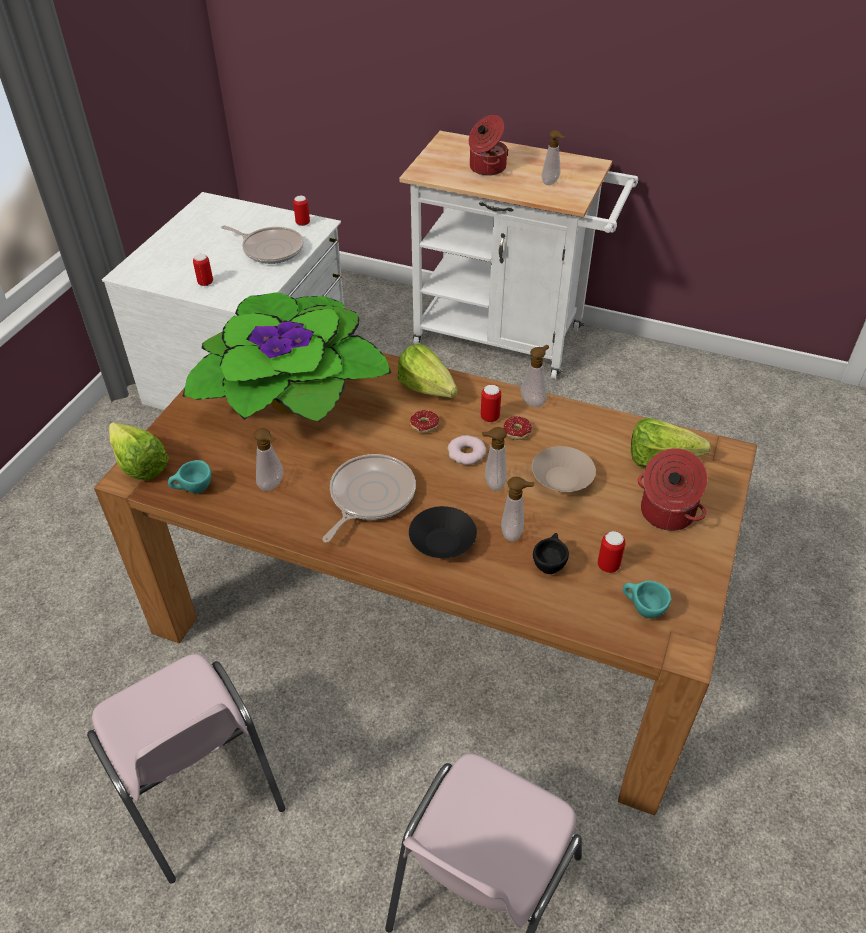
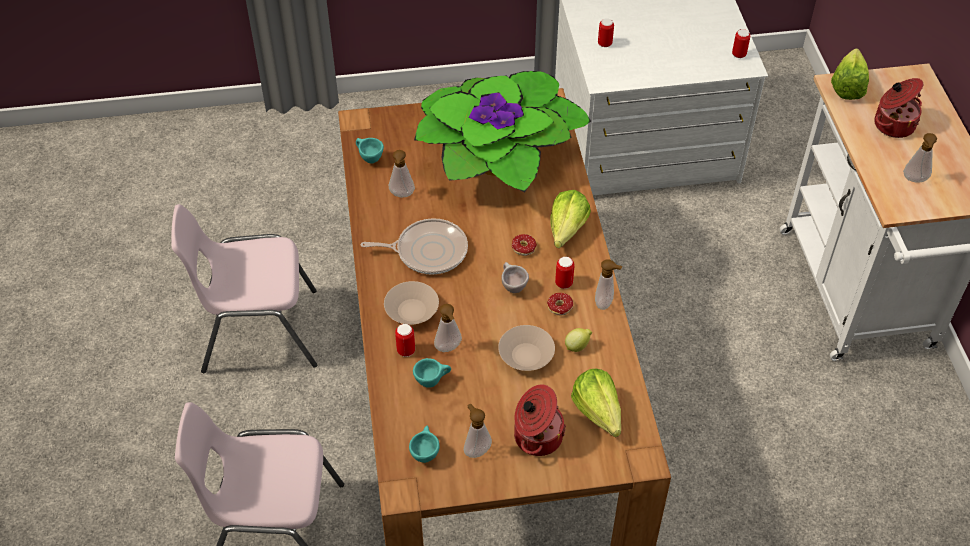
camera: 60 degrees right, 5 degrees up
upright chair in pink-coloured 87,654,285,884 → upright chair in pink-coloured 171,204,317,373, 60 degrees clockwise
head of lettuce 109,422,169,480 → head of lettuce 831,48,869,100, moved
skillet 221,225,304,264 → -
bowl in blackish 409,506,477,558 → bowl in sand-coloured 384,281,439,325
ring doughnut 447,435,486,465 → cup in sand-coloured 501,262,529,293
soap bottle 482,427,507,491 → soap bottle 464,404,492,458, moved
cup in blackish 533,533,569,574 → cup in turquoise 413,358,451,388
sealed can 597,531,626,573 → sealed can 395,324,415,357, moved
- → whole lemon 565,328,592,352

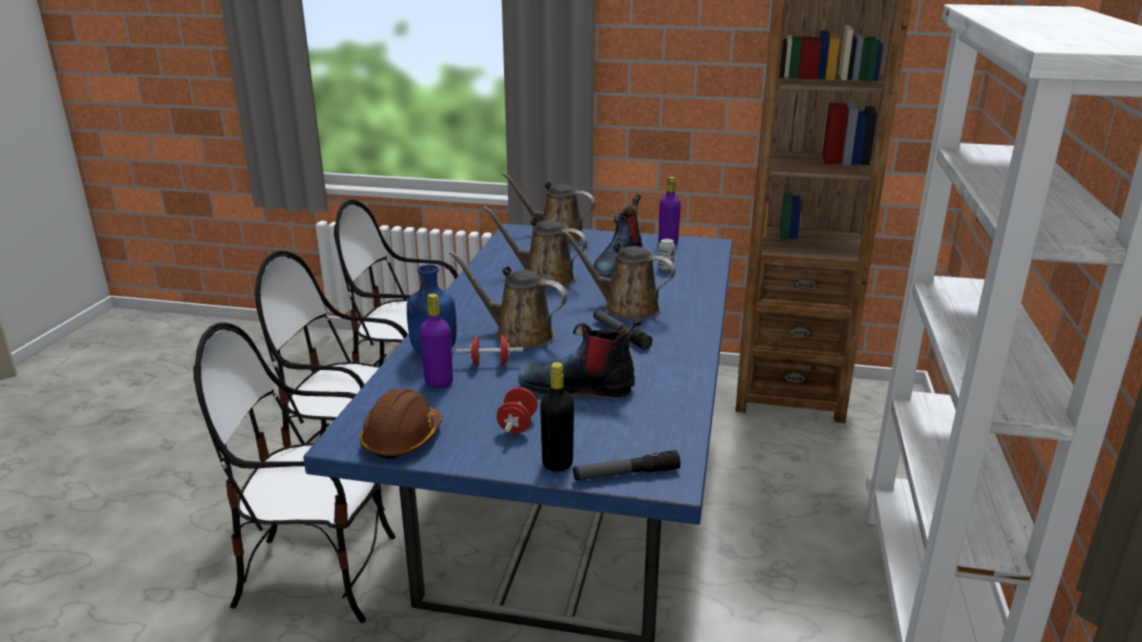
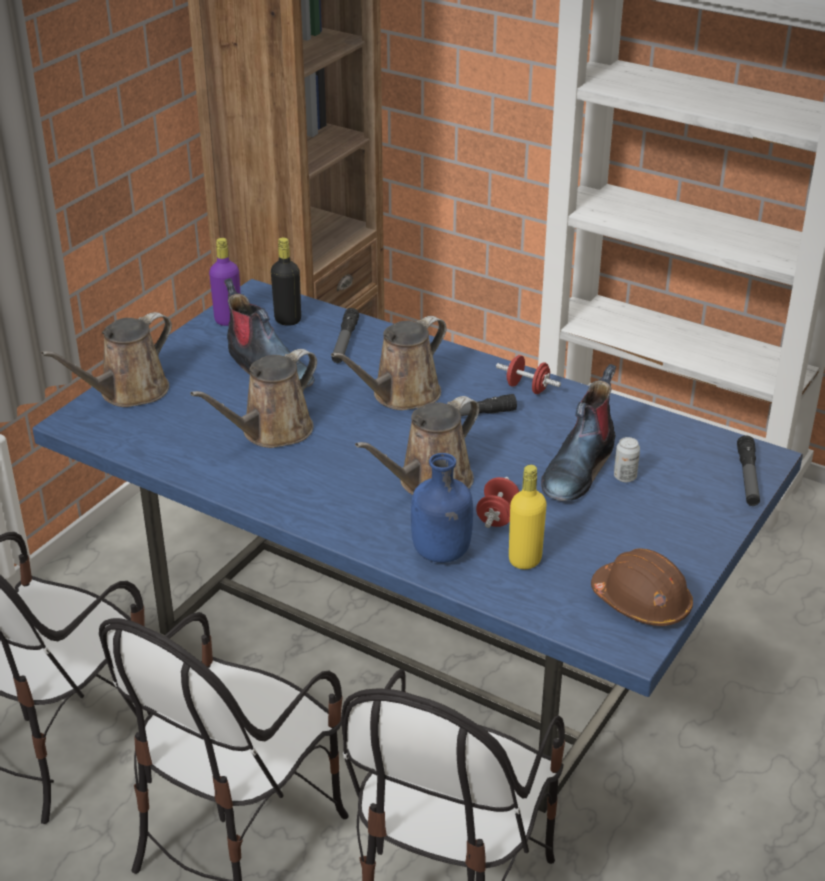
camera: 70 degrees left, 10 degrees up
beverage bottle in purplish 420,294,453,388 → beverage bottle in yellow 509,465,547,569
dumbbell in red 497,387,538,434 → dumbbell in red 496,355,561,394, moved
beverage bottle in blackish 540,362,574,472 → beverage bottle in blackish 271,237,301,326, moved
sealed can 658,239,675,270 → sealed can 614,437,640,482, moved
- → hand torch 332,308,359,363

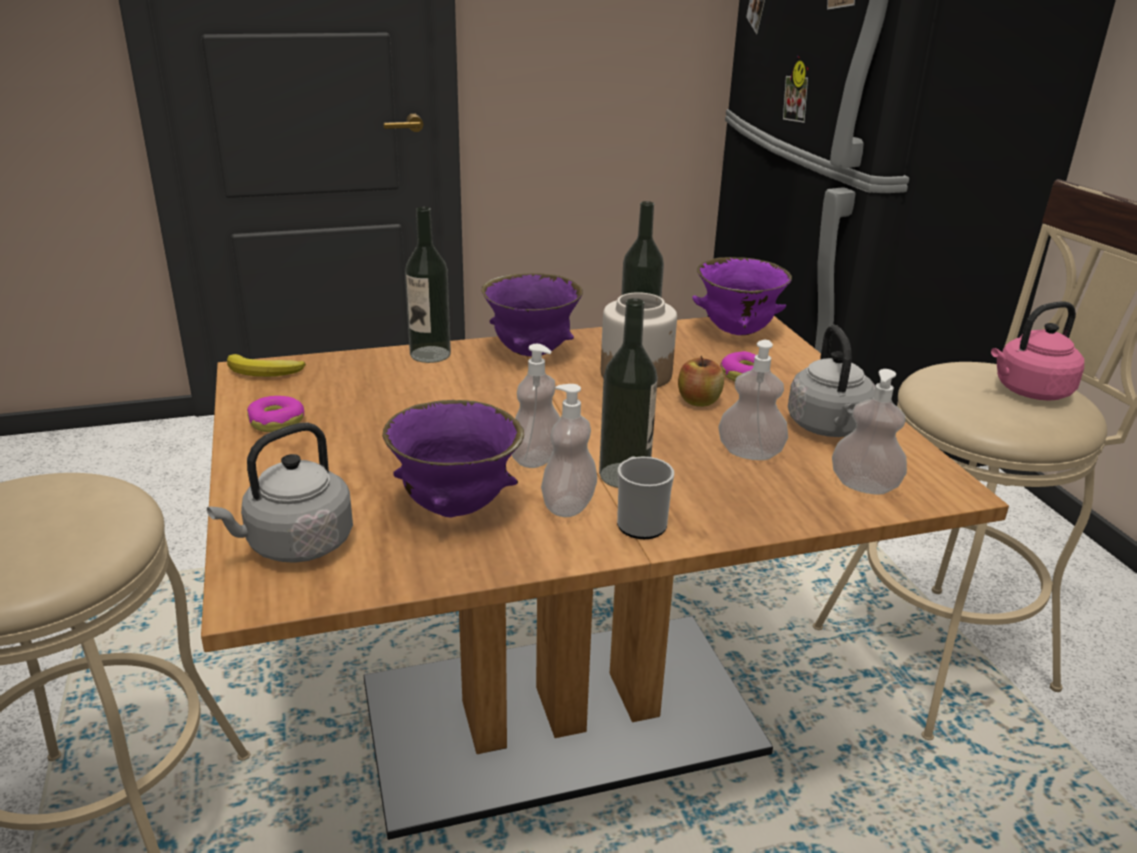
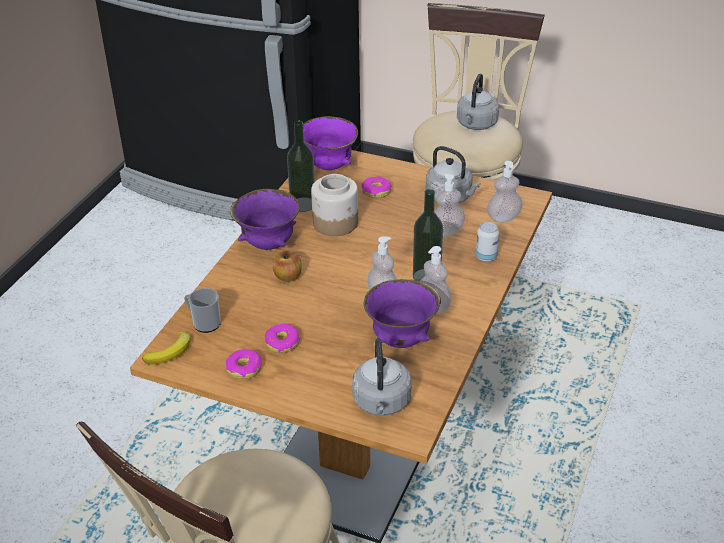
camera: 50 degrees left, 10 degrees up
beverage bottle 405,207,451,363 → -
coffee mug 617,456,674,539 → coffee mug 184,288,221,333, moved
apple 678,356,724,407 → apple 273,251,302,282, moved
kettle in pink-coloured 991,301,1084,401 → kettle in gray 457,74,499,130
- → ring doughnut 265,324,300,353
- → sealed can 476,222,499,262

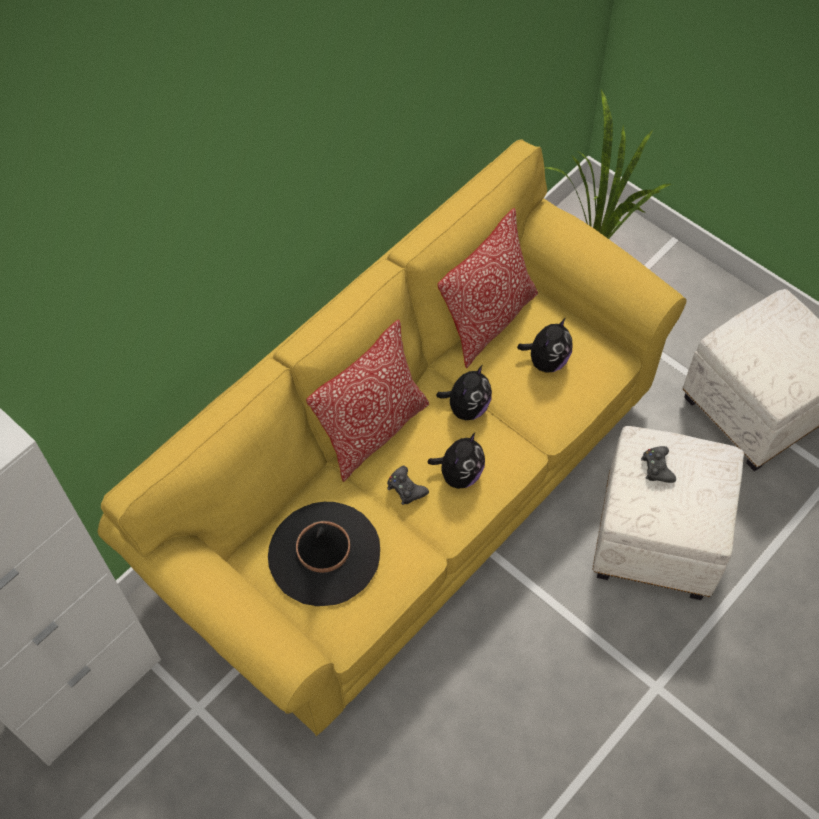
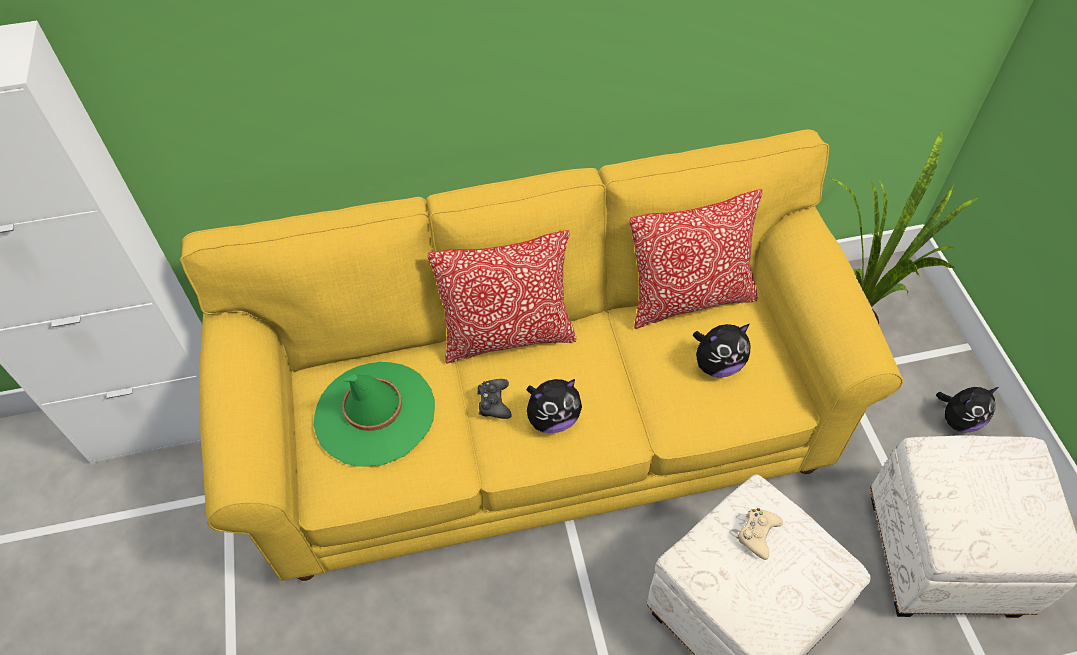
camera: 35 degrees right, 5 degrees down
wearable hat in blackish 268,502,380,606 → wearable hat in greenish 314,362,435,467
soft toy 436,365,492,420 → soft toy 936,387,999,432, moved
joypad in blackish 641,446,676,483 → joypad in sand-coloured 736,508,783,560

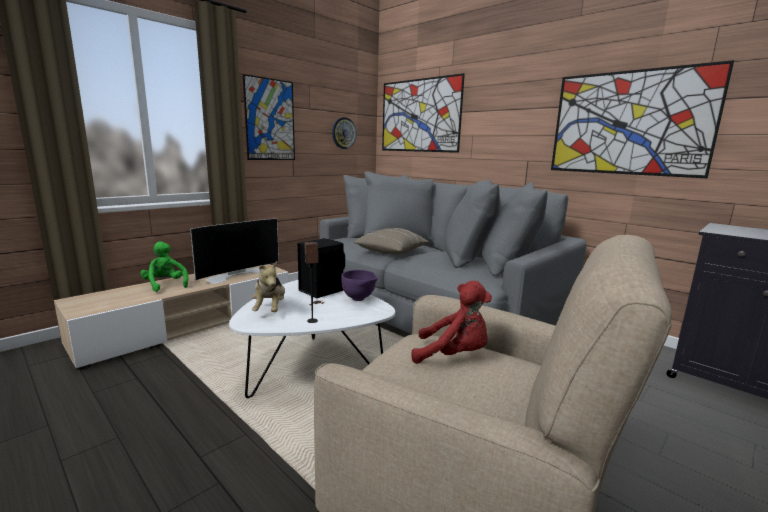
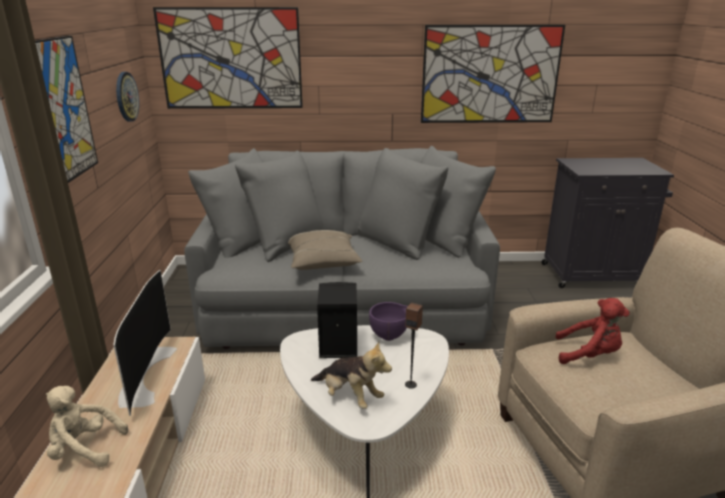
camera: 45 degrees left, 10 degrees up
soft toy in greenish 140,241,188,292 → soft toy in sand-coloured 46,386,128,467
soft toy in red 411,281,492,364 → soft toy in red 556,298,630,364, 45 degrees clockwise

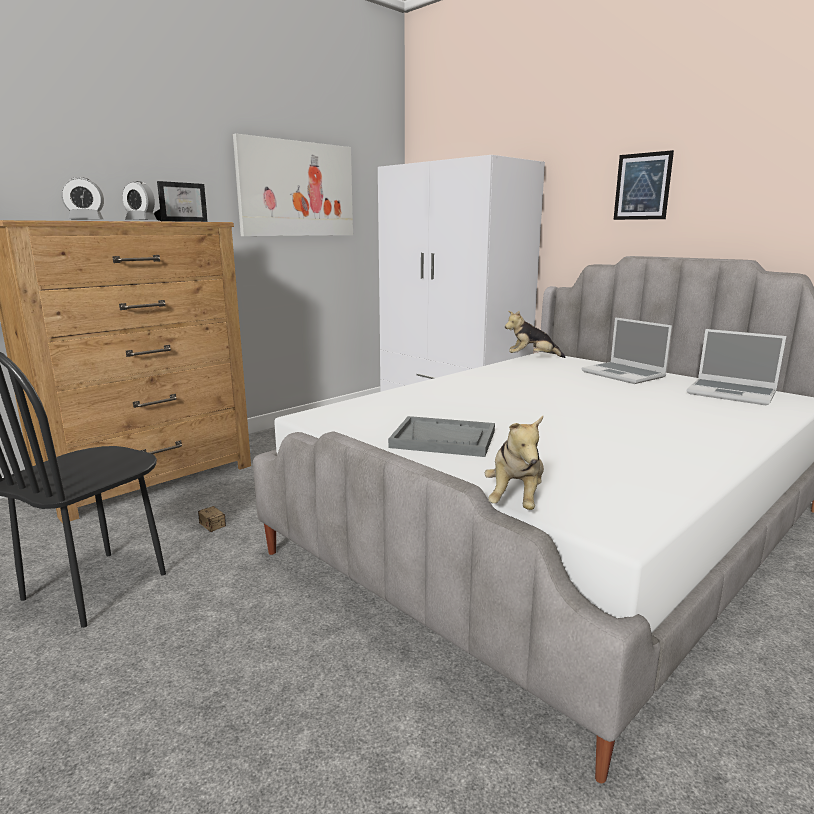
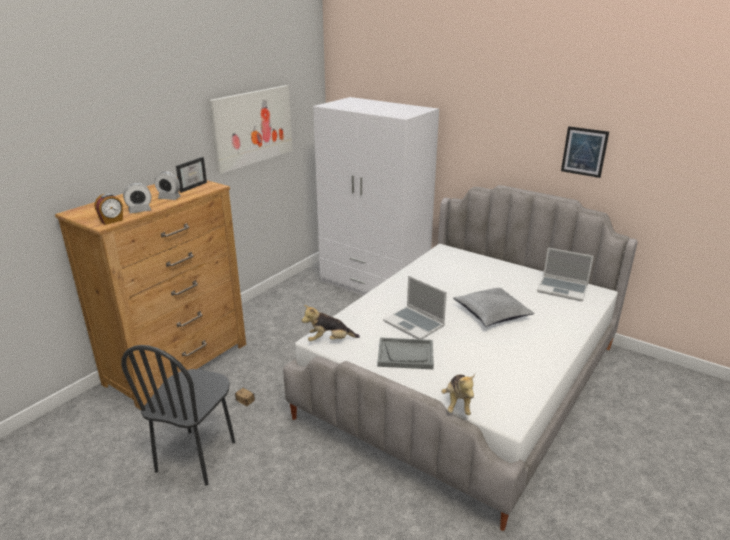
camera: 10 degrees left, 10 degrees up
soft toy 505,311,565,358 → soft toy 301,305,360,341, moved
portable computer 582,317,672,384 → portable computer 383,276,447,339, moved
wall art 613,150,674,220 → wall art 561,126,609,178, moved
- → bedside clock 95,194,123,225
- → cushion in gray 453,288,535,327

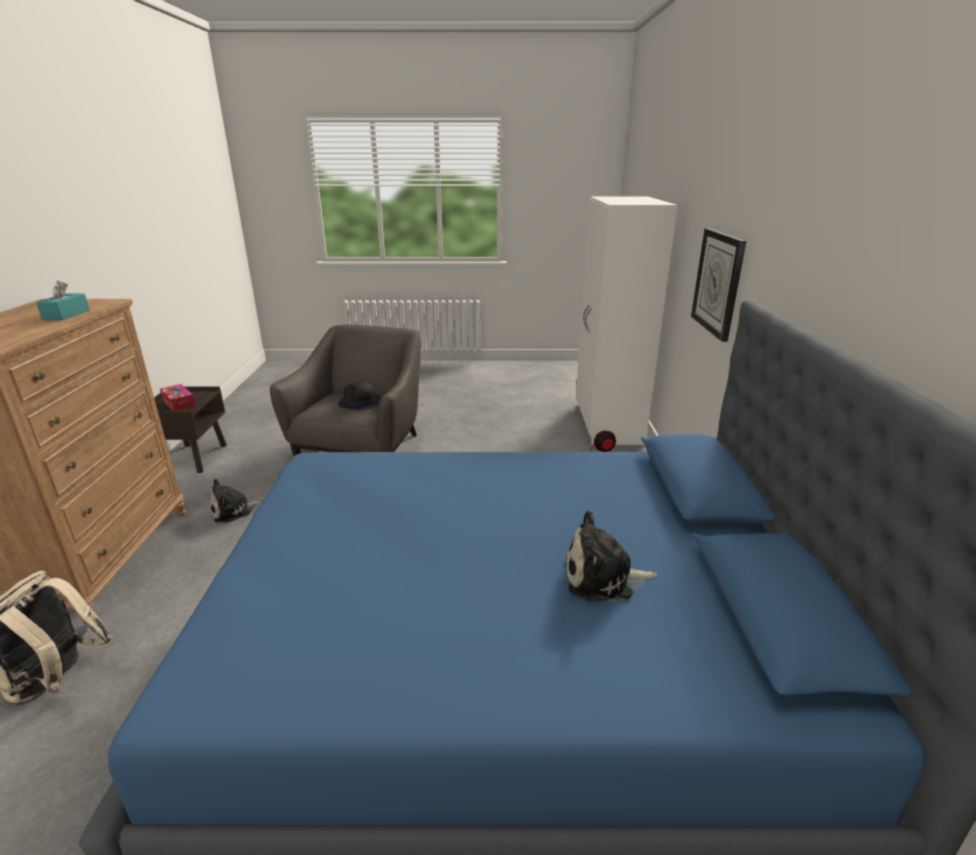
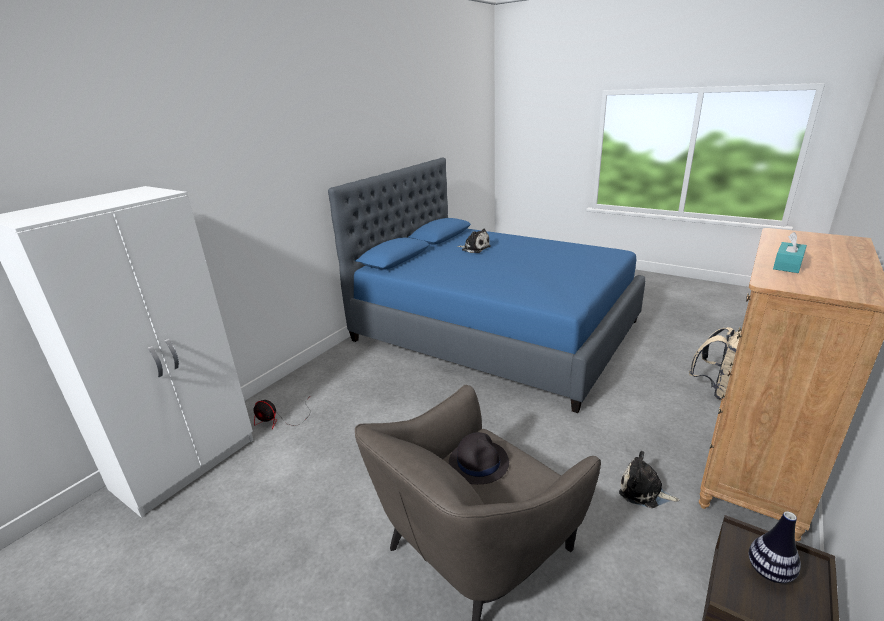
camera: 145 degrees left, 0 degrees up
tissue box 160,384,196,411 → vase 749,512,801,583
soft toy 210,478,263,523 → soft toy 619,451,680,508, 150 degrees counterclockwise
hanging clock 691,228,746,342 → -

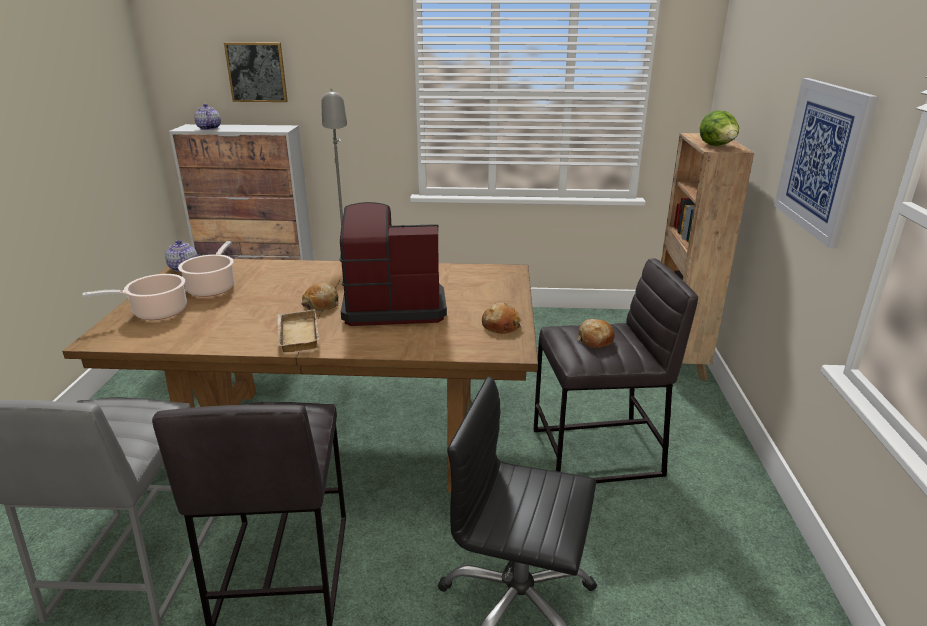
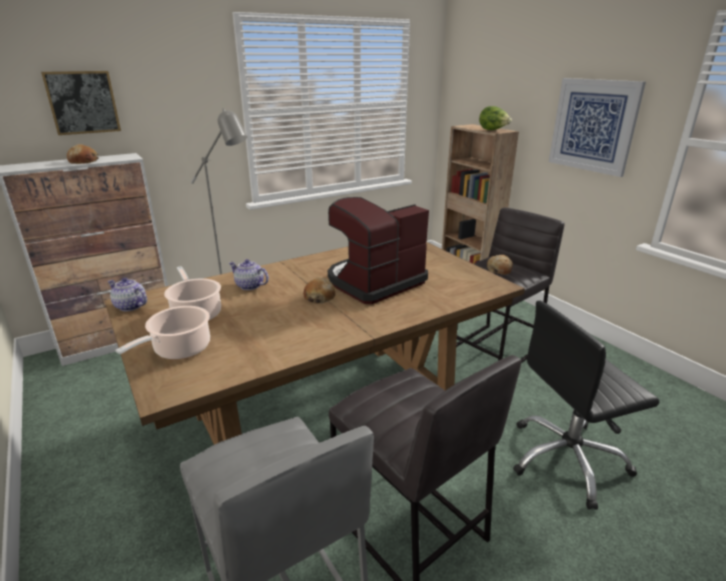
camera: 35 degrees left, 0 degrees up
pot for tea 194,104,221,130 → pot for tea 229,259,269,290, moved
serving tray in sand-coloured 277,309,319,352 → -
bread 482,303,522,334 → bread 67,144,99,164, moved

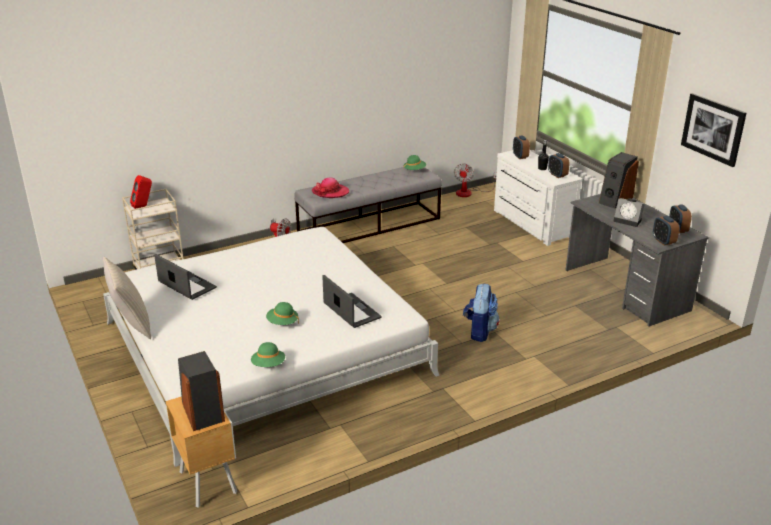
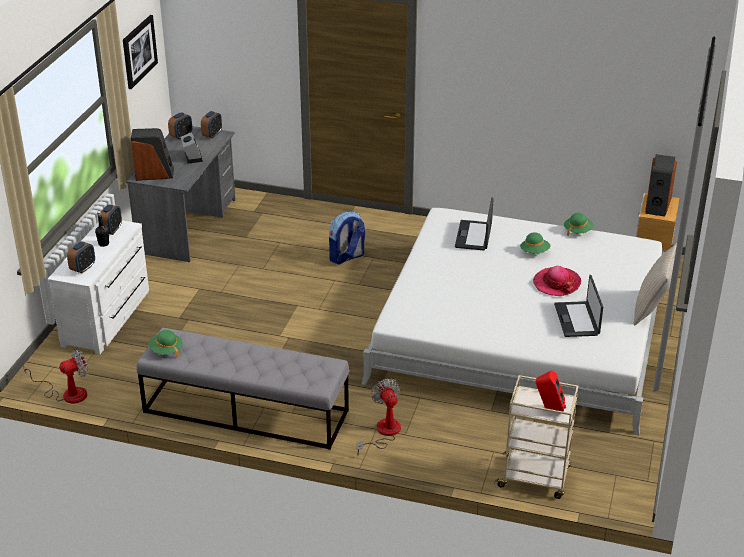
camera: 135 degrees left, 5 degrees up
wearable hat 312,177,349,198 → wearable hat 533,266,581,296, moved

